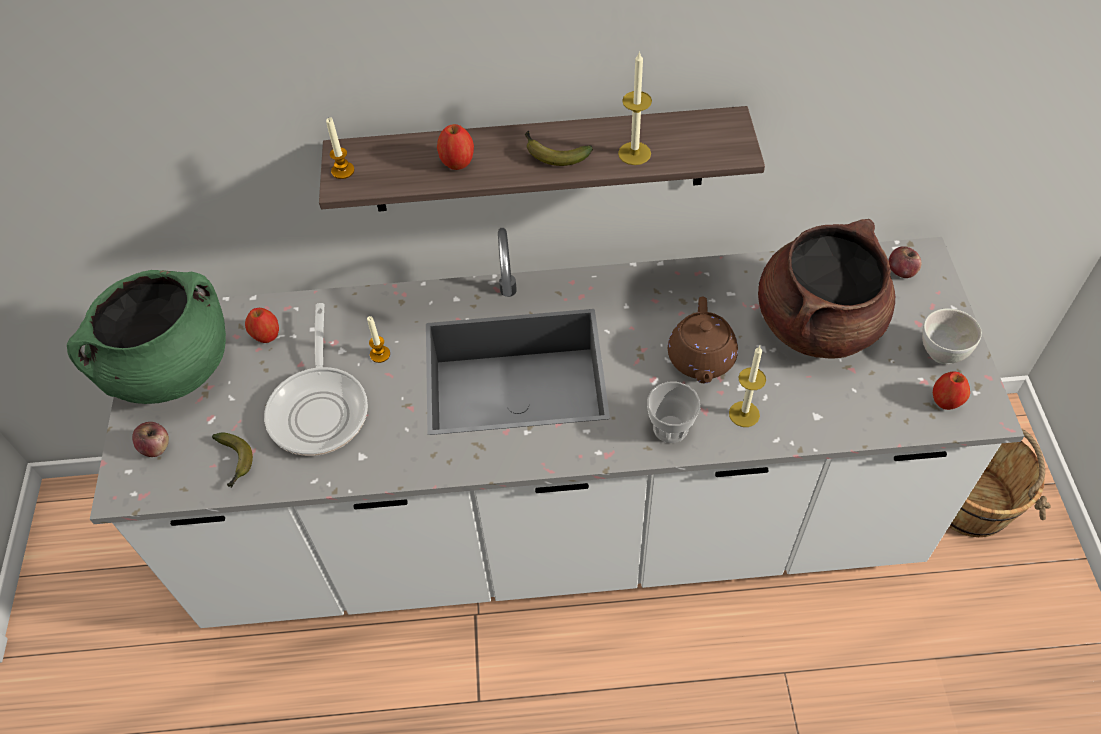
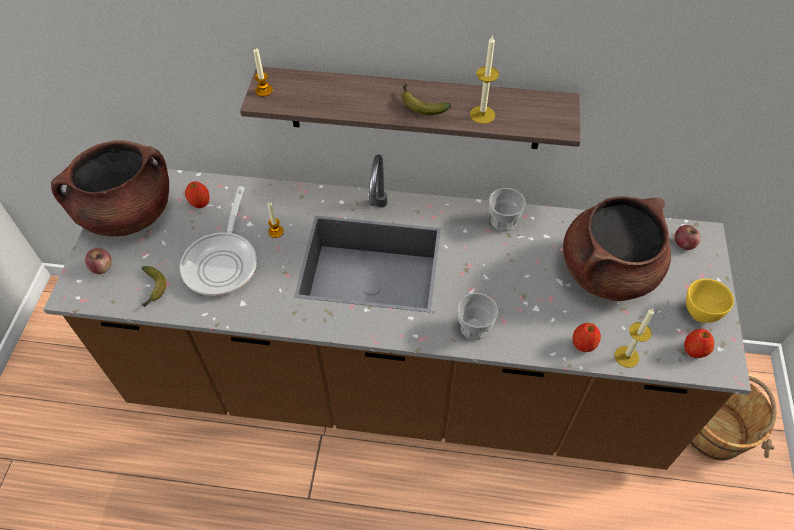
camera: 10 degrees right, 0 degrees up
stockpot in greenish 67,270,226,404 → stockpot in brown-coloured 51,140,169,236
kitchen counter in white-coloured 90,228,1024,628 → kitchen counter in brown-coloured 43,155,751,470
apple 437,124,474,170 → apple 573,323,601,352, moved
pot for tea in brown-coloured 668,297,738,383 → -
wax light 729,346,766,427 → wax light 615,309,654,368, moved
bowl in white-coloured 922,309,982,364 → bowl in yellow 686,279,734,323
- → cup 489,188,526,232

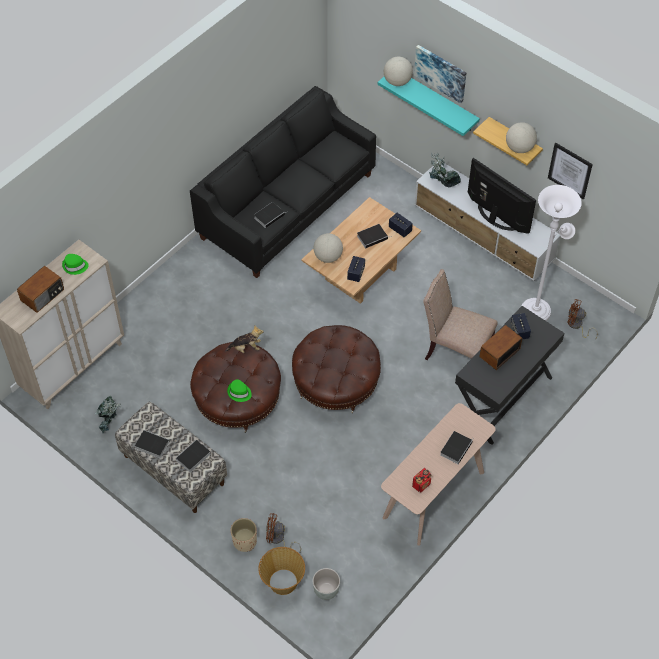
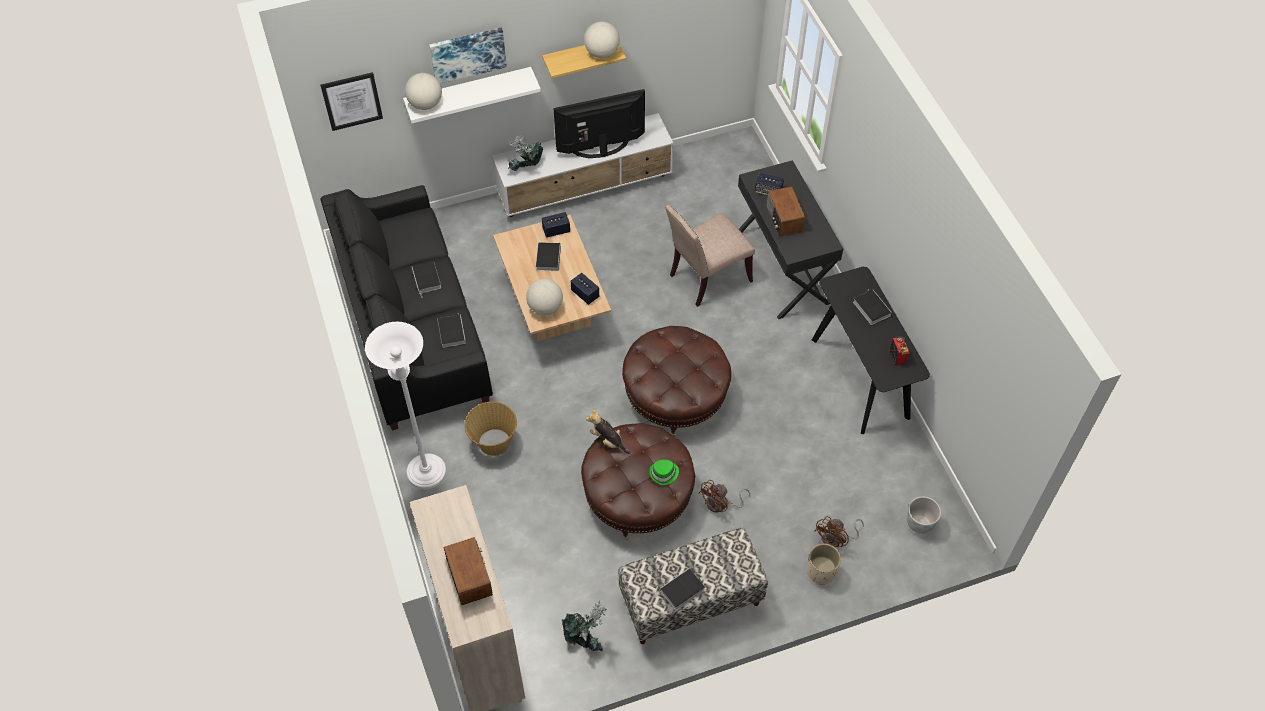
camera: 60 degrees left, 0 degrees up
wearable hat in greenish 62,254,89,275 → -
book 175,440,210,472 → book 412,261,441,298, moved
soft toy 225,325,264,353 → soft toy 586,409,630,454, 75 degrees counterclockwise
household basket 259,547,305,595 → household basket 464,402,517,456, moved
wall shelf in turquoise 378,77,480,136 → wall shelf in white-coloured 403,67,541,123
hall table in sand-coloured 381,403,496,546 → hall table in blackish 812,267,930,434
standard lamp in white-coloured 522,185,582,321 → standard lamp in white-coloured 365,322,446,489, moved
wall art 548,143,593,199 → wall art 320,72,383,131, moved
fan in brown-coloured 568,299,598,338 → fan in brown-coloured 699,480,751,513, moved

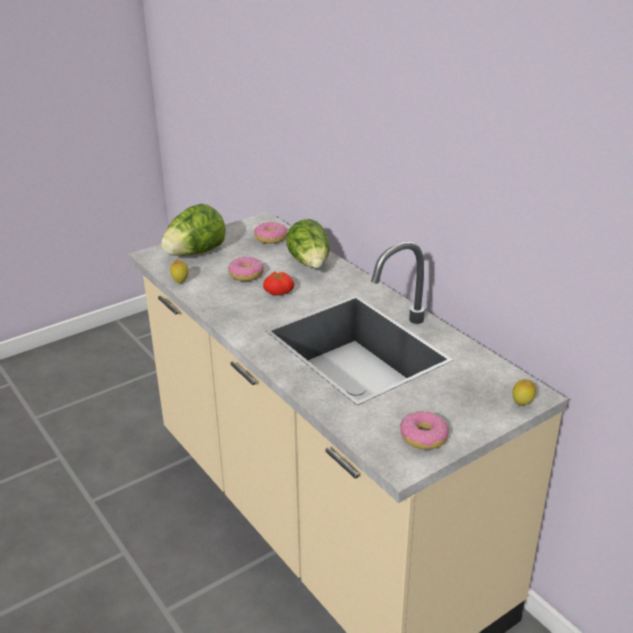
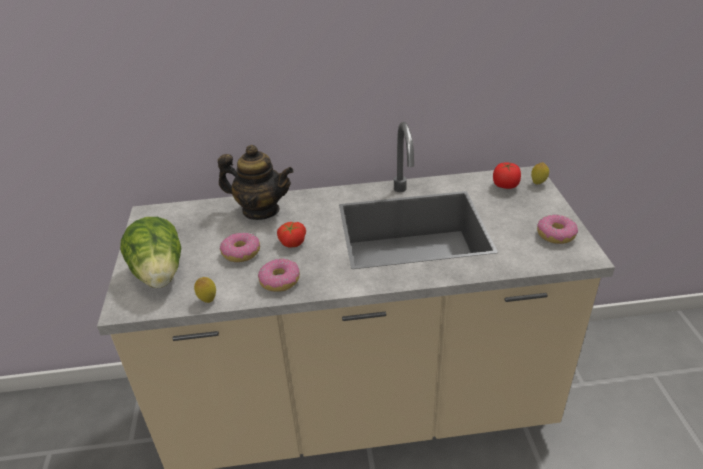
camera: 60 degrees left, 5 degrees up
ring doughnut 254,222,288,244 → ring doughnut 258,258,300,292, moved
head of lettuce 286,219,330,268 → pot for tea 218,145,294,220
- → whole tomato 493,163,521,189

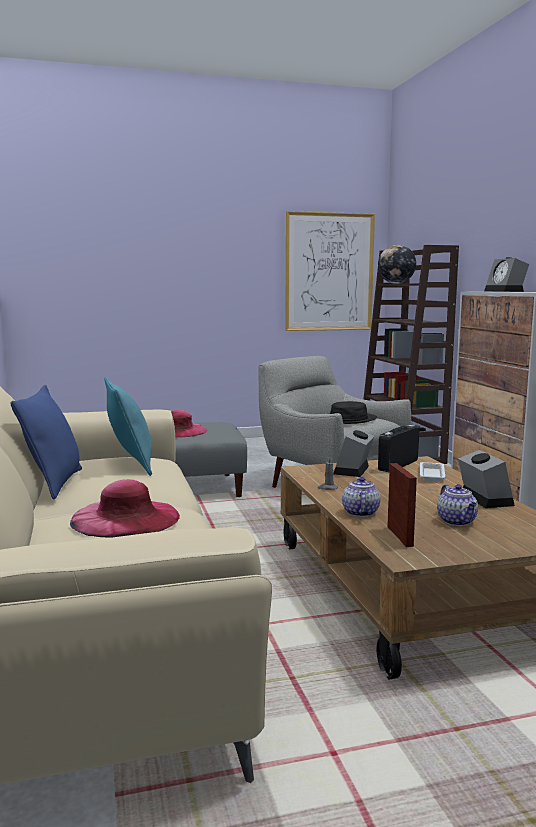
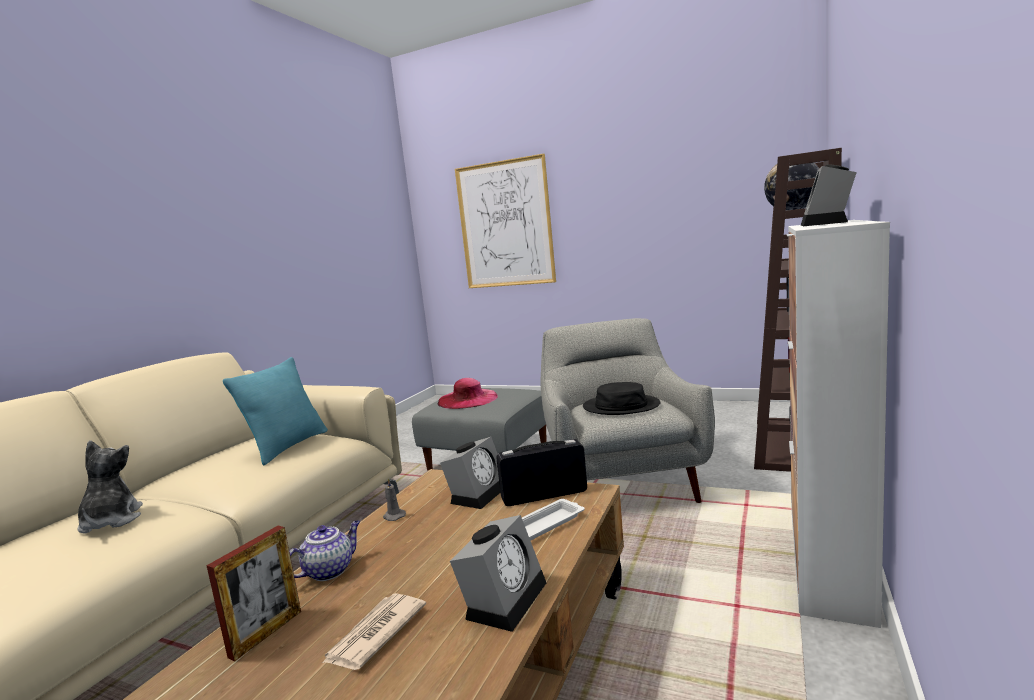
camera: 40 degrees right, 0 degrees up
cushion in blue-coloured 11,385,82,499 → -
wearable hat in pink-coloured 70,479,180,538 → soft toy 77,440,143,534
wall art 285,211,375,331 → wall art 455,154,556,288, moved
bedside clock 334,428,374,477 → bedside clock 440,437,500,509, 150 degrees clockwise
pot for tea 437,484,478,526 → printed paper 322,593,426,670

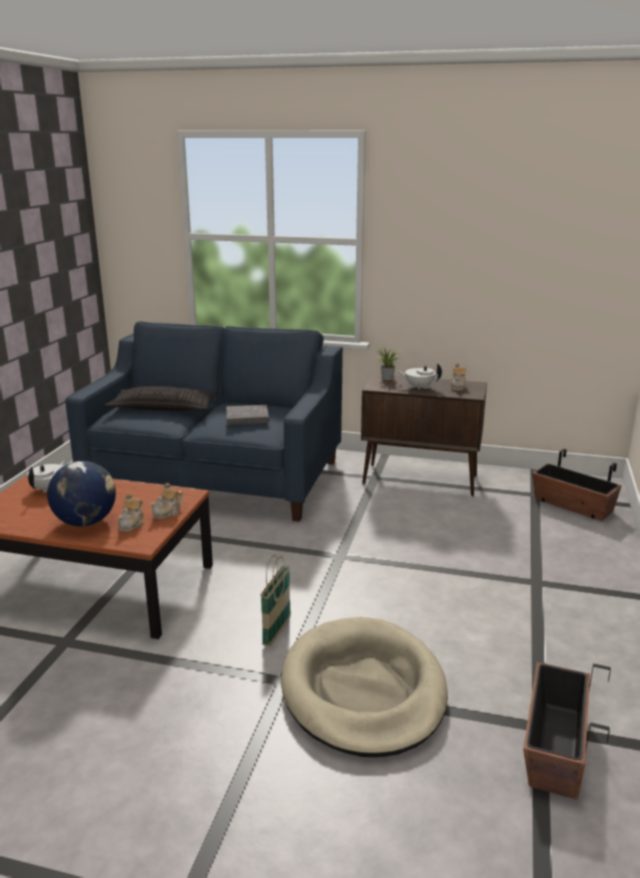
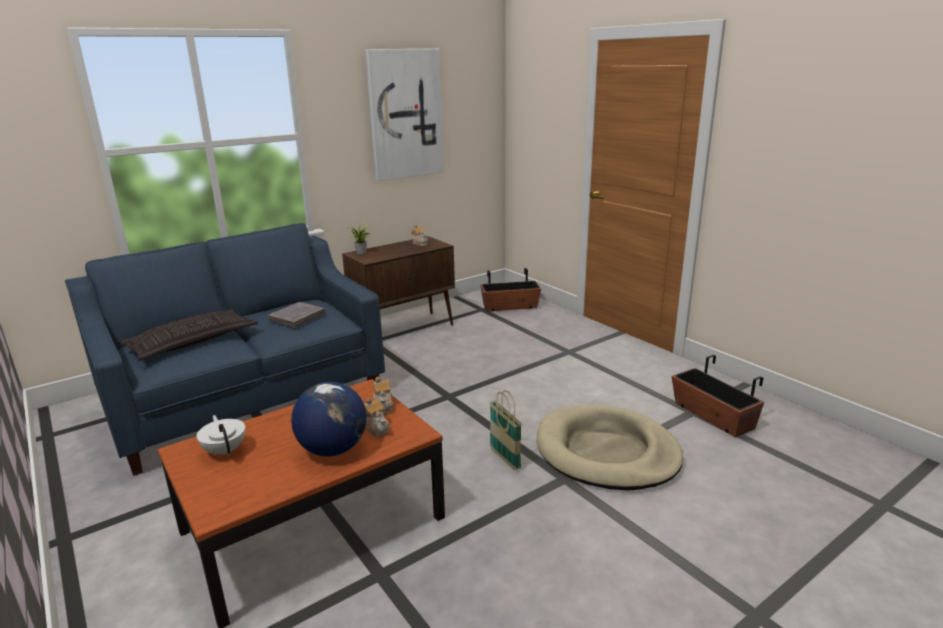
camera: 50 degrees left, 0 degrees up
pot for tea in white-coloured 397,363,442,390 → -
- → wall art 365,49,444,181

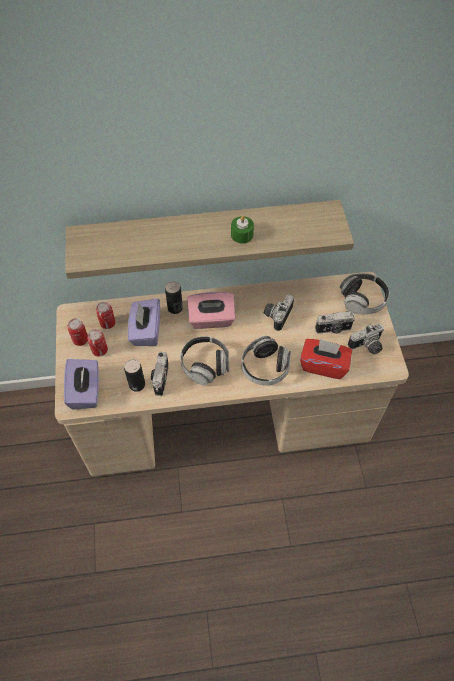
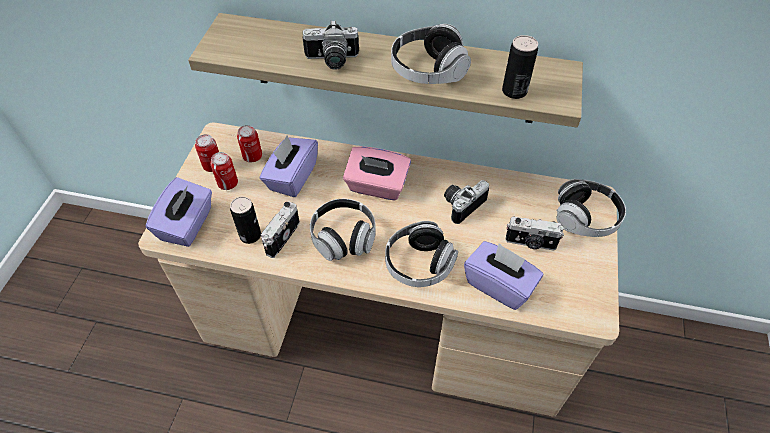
camera: 20 degrees right, 5 degrees down
sealed can 165,281,183,314 → sealed can 502,35,538,99, moved
wax light in greenish 231,216,254,244 → headphones 391,24,471,84
tissue box in red 300,339,352,379 → tissue box in purplish 464,241,543,310
photo camera 348,323,384,354 → photo camera 302,20,359,70, moved

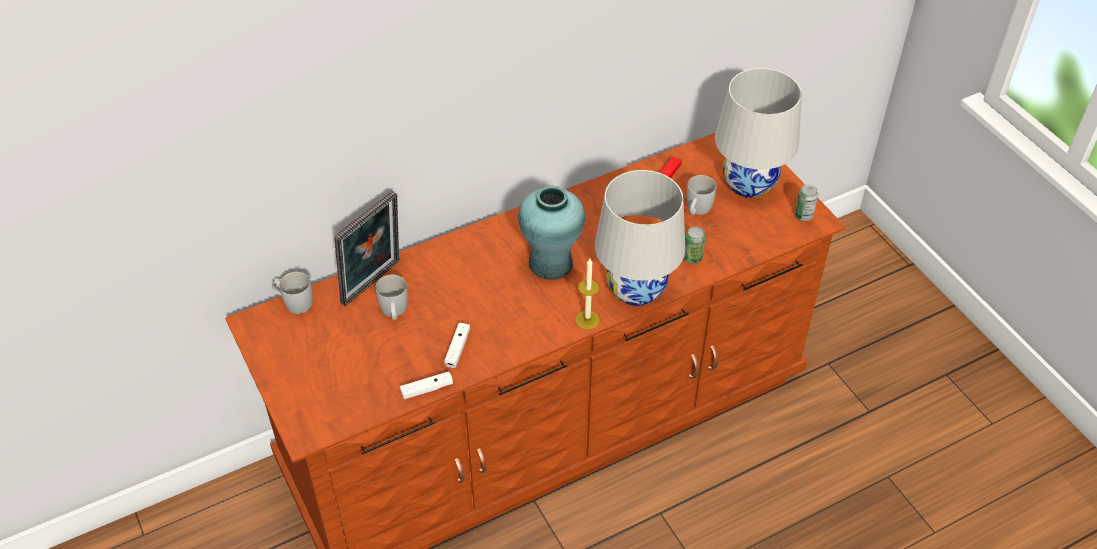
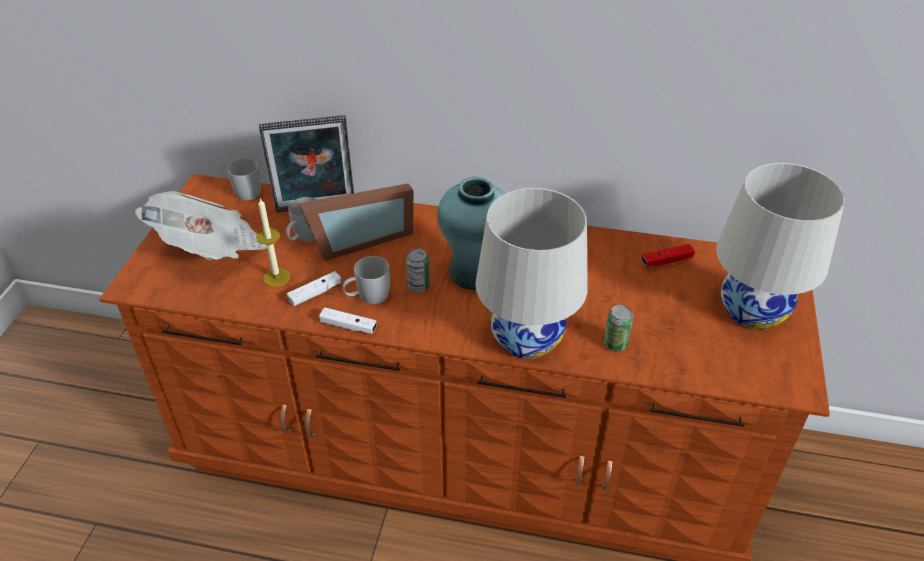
camera: 40 degrees right, 5 degrees down
joypad in white-coloured 400,371,453,399 → joypad in white-coloured 319,308,377,334, moved
wax light 575,259,600,330 → wax light 256,199,290,287, moved
coffee mug in white-coloured 687,175,716,215 → coffee mug in white-coloured 342,256,390,304, moved
sealed can 794,185,818,221 → sealed can 406,249,430,293, moved
- → printed paper 135,191,267,261
- → photo frame 299,183,413,261

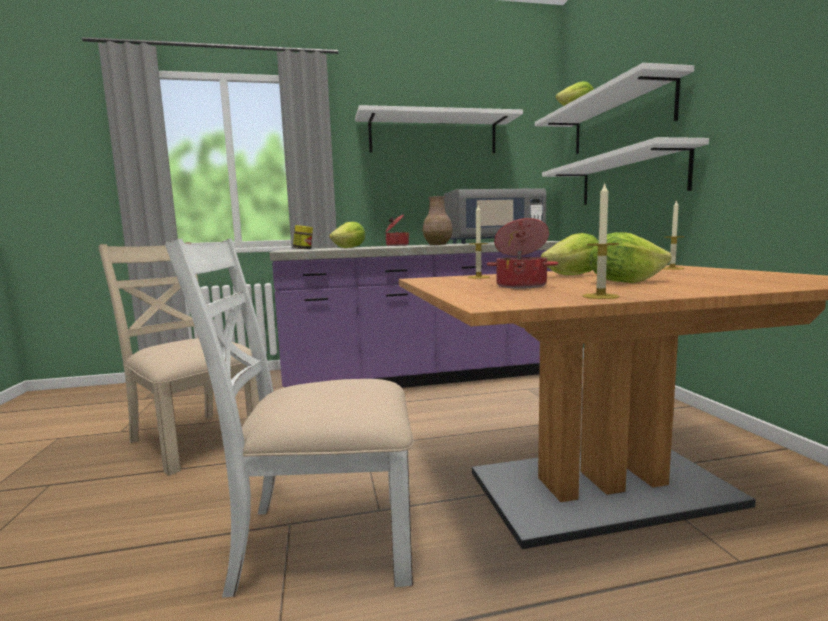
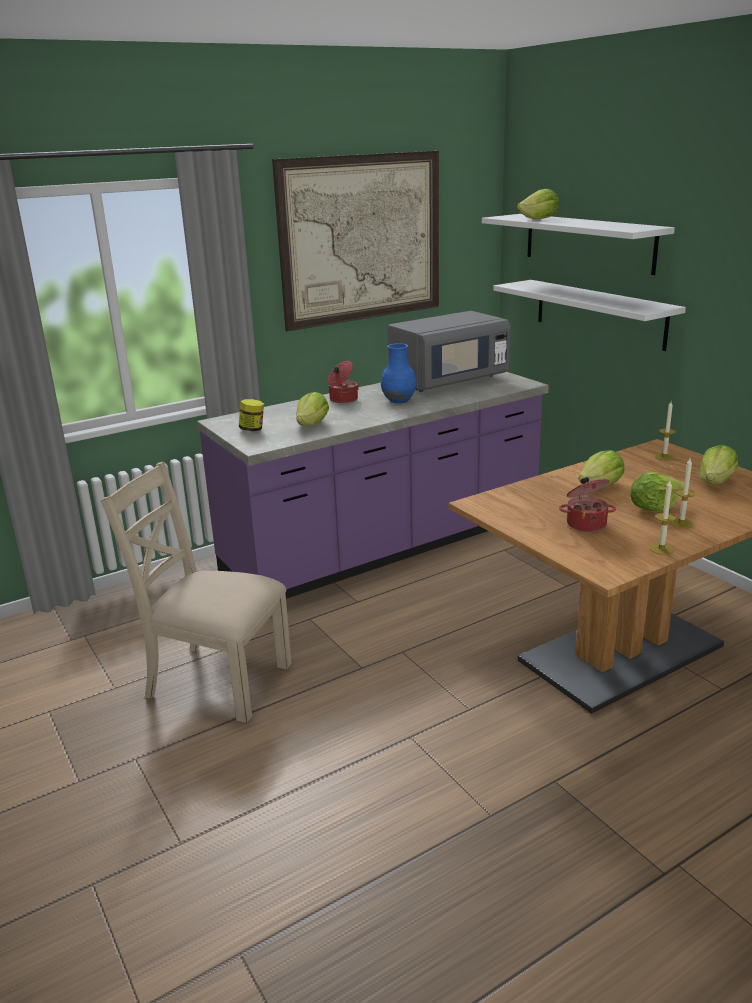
camera: 20 degrees left, 15 degrees up
upright chair in white-coloured 165,239,414,597 → -
wall shelf in white-coloured 355,105,523,153 → wall art 272,151,439,331
vase in brown-coloured 423,196,453,245 → vase in blue-coloured 381,343,417,403
wax light 468,205,490,279 → wax light 670,458,696,529, moved
- → head of lettuce 699,445,738,485

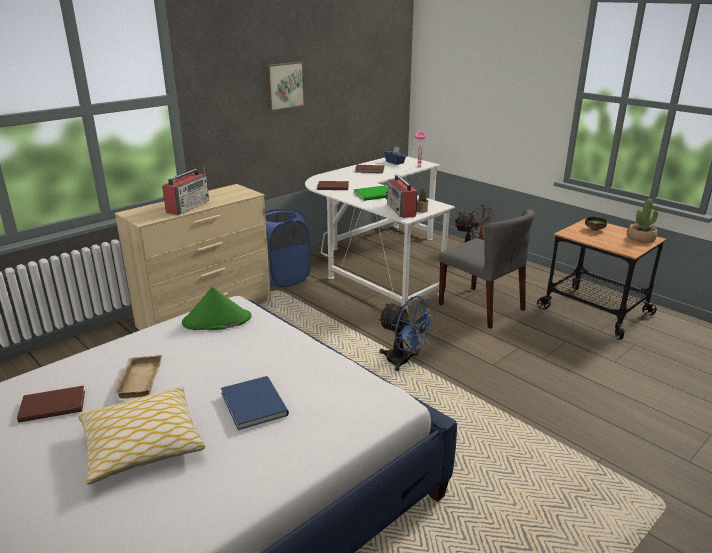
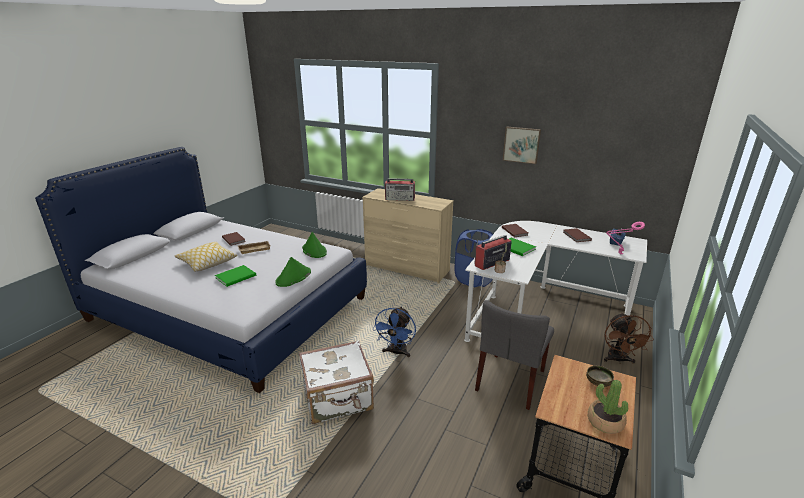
camera: 70 degrees right, 0 degrees up
book in blue-coloured 221,376,289,430 → book in greenish 215,265,256,287
- → wearable hat in greenish 275,257,311,287
- → suitcase in white-coloured 299,341,374,424

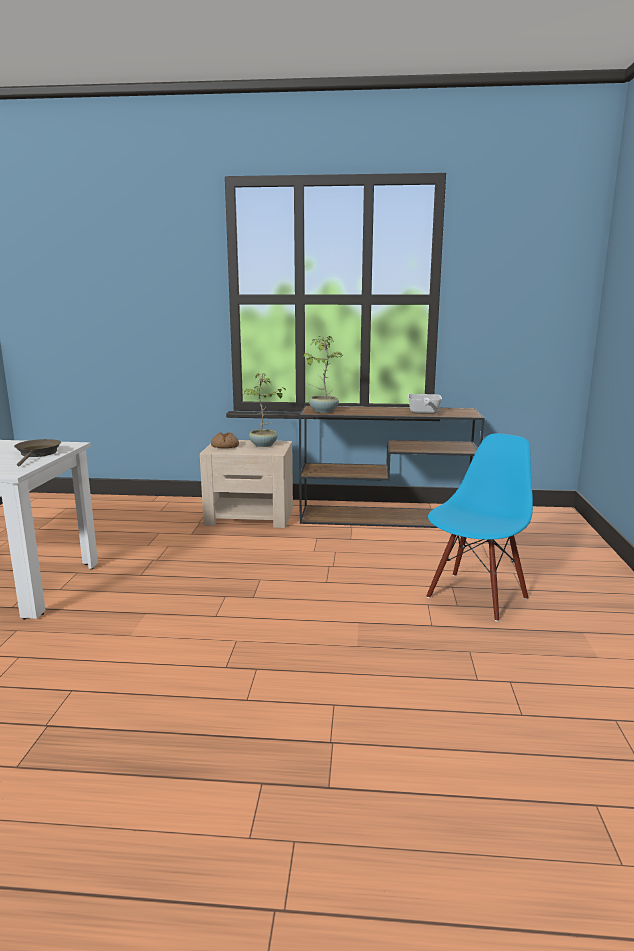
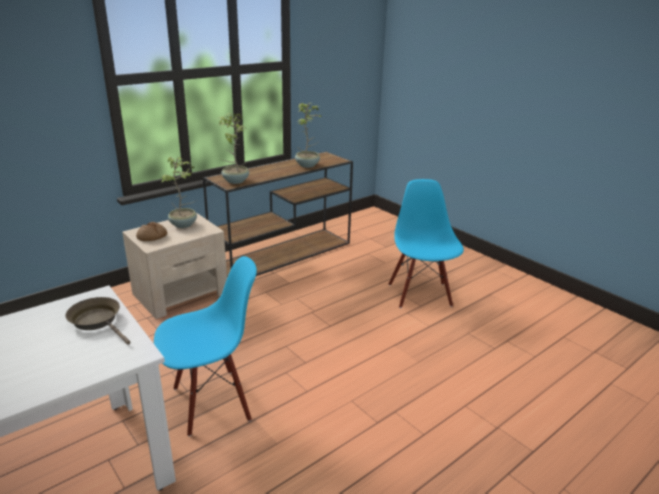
camera: 45 degrees left, 10 degrees up
skillet 408,394,442,414 → potted plant 295,103,323,168
- → upright chair in blue-coloured 154,256,257,437

